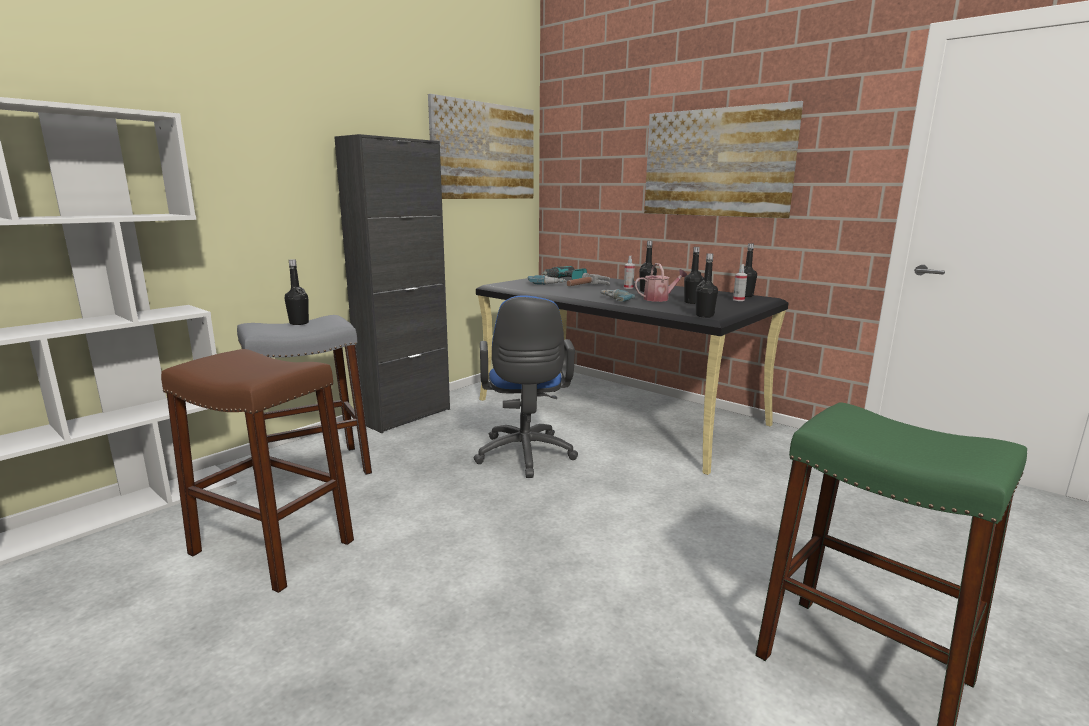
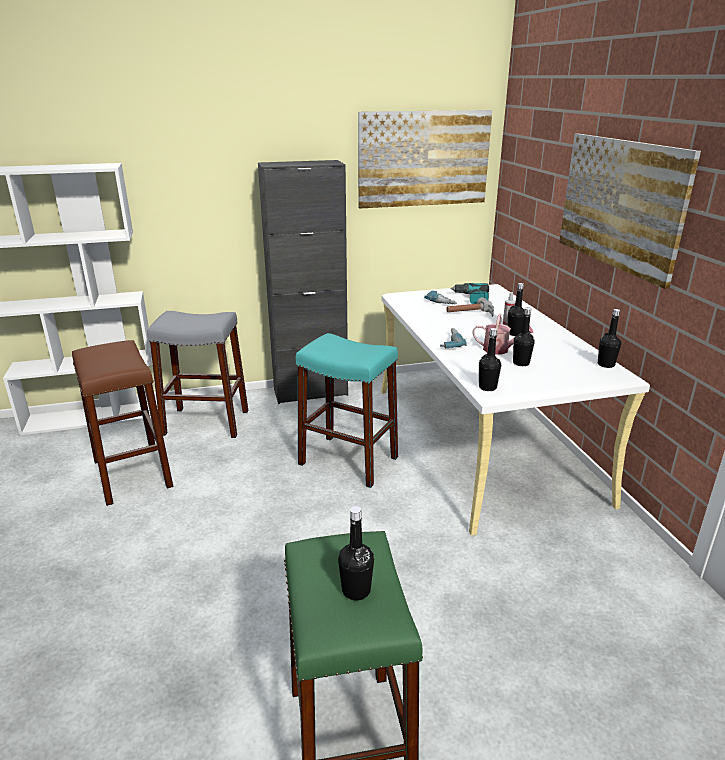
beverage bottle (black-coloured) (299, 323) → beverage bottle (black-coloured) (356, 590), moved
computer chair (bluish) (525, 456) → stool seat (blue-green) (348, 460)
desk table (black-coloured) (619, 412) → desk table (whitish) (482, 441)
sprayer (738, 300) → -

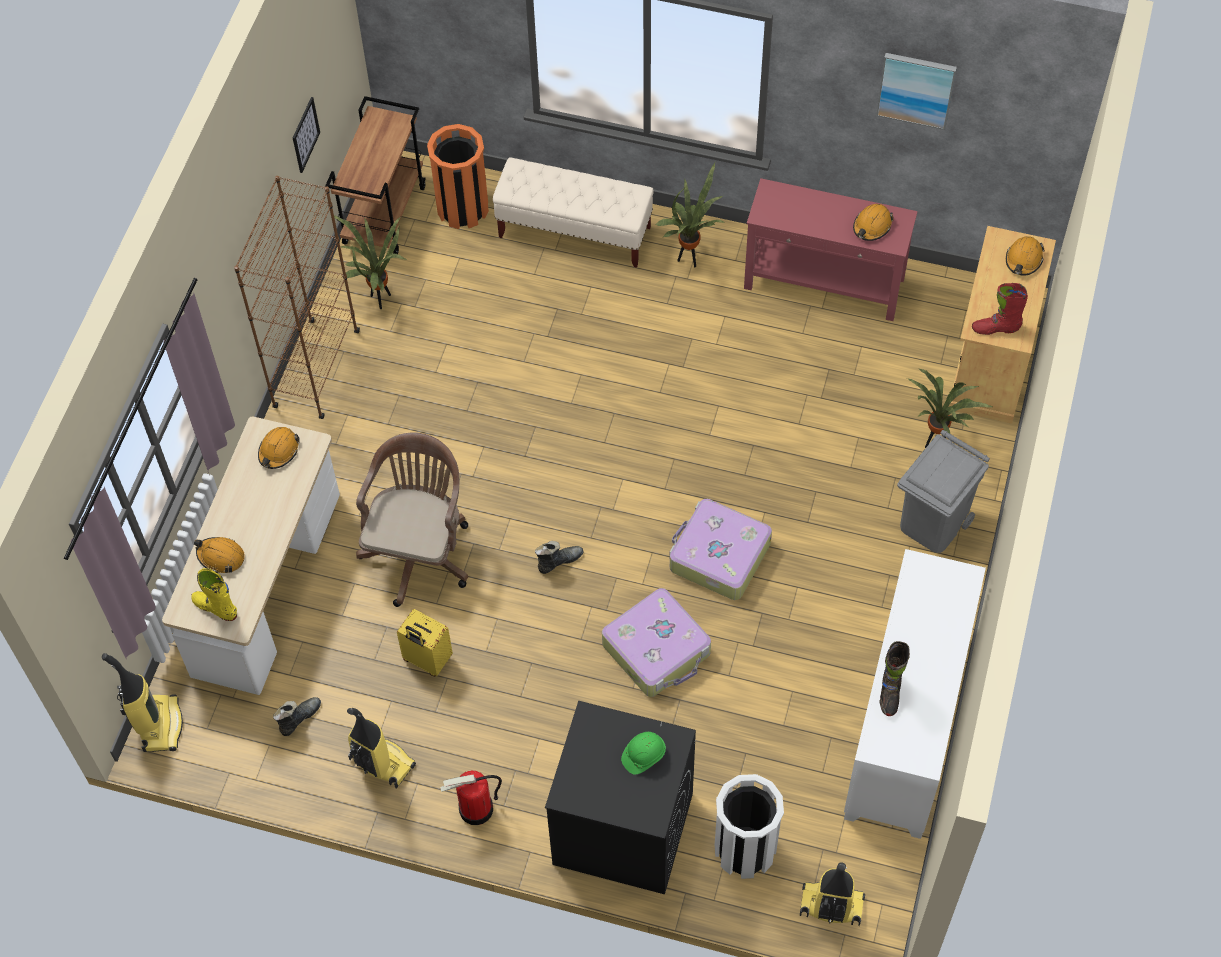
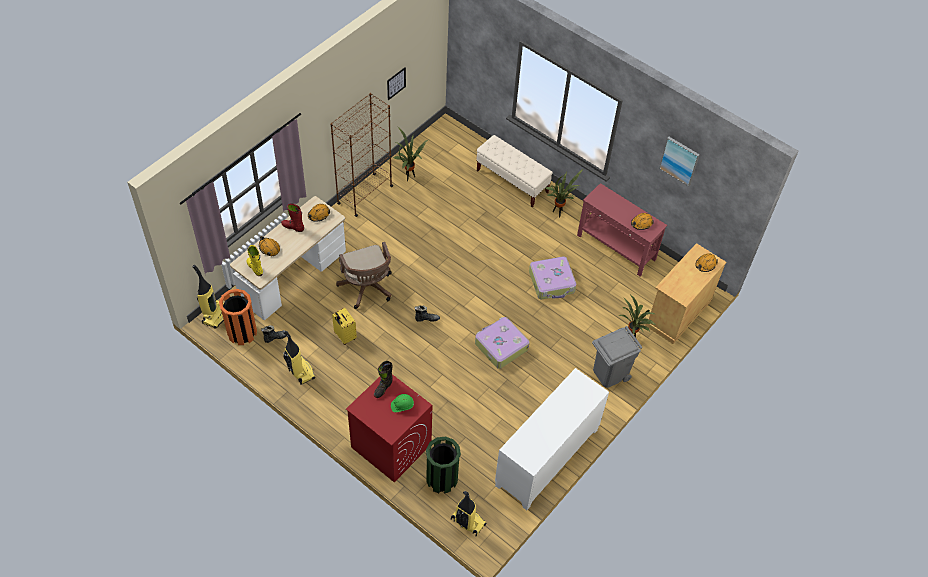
wheeled cart (brown) (384, 214) → -
computer chair (brown) (419, 550) → computer chair (brown) (367, 289), 120 degrees clockwise
waste bin (orange-coloured) (463, 208) → waste bin (orange-coloured) (242, 333), moved
extinguisher (476, 809) → -
washing machine (black-coloured) (621, 829) → washing machine (red-coloured) (390, 445)
travel case (657, 649) → travel case (552, 282), moved
waste bin (whitish) (745, 849) → waste bin (greenish) (441, 479)
high-top boot (black-coloured) (889, 693) → high-top boot (black-coloured) (383, 388), moved
high-top boot (red-coloured) (996, 328) → high-top boot (red-coloured) (293, 227), moved

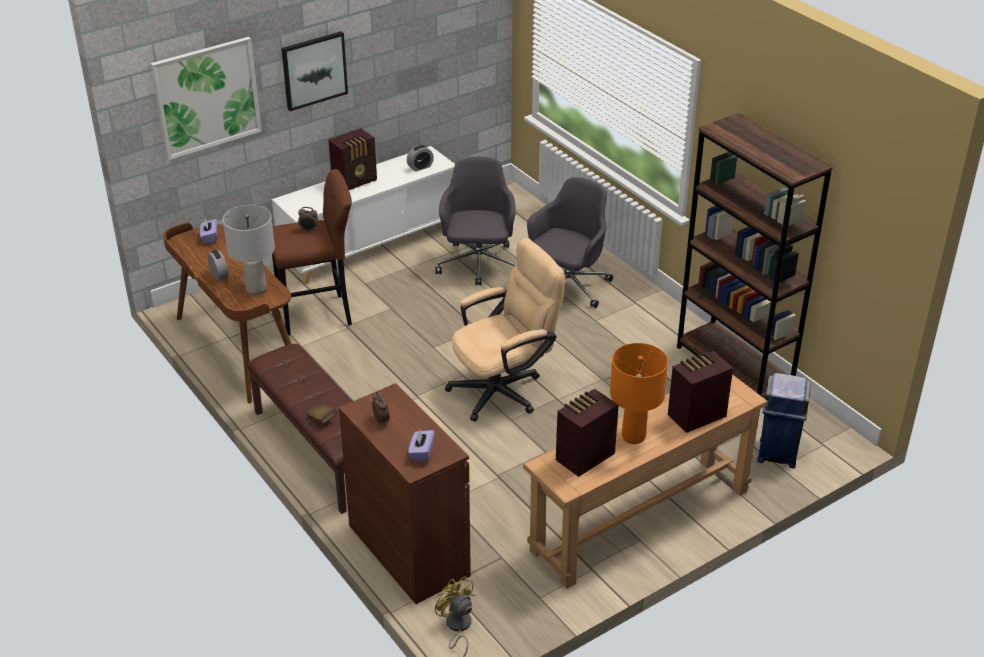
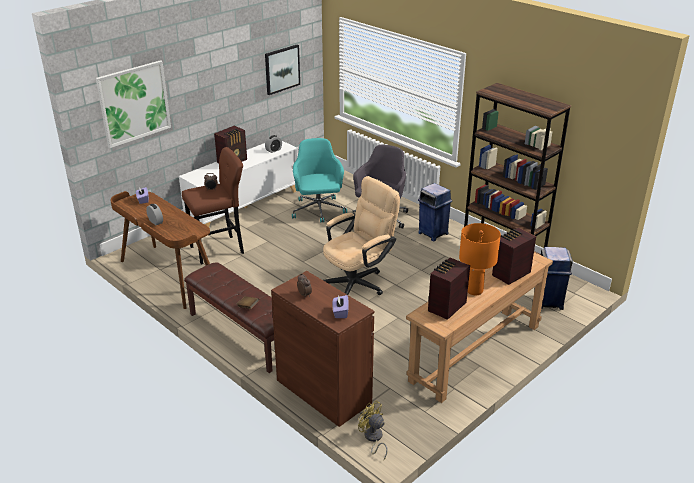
table lamp (greyish) (256, 289) → -
wall picture (314, 70) → wall picture (282, 69), moved
computer chair (greyish) (478, 265) → computer chair (blue-green) (318, 210)
- → waste bin (bluish) (432, 233)

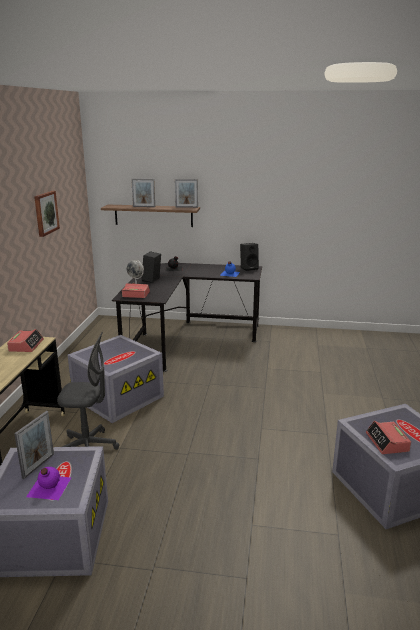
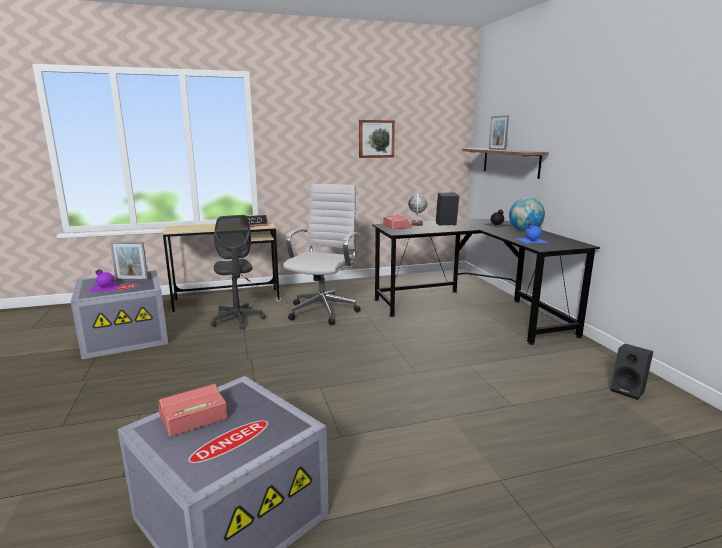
storage bin (greyish) (118, 396) → computer chair (whitish) (324, 310)
photo frame (186, 207) → -
audio speaker (black-coloured) (249, 268) → audio speaker (black-coloured) (628, 390), moved
- → desk globe (524, 231)

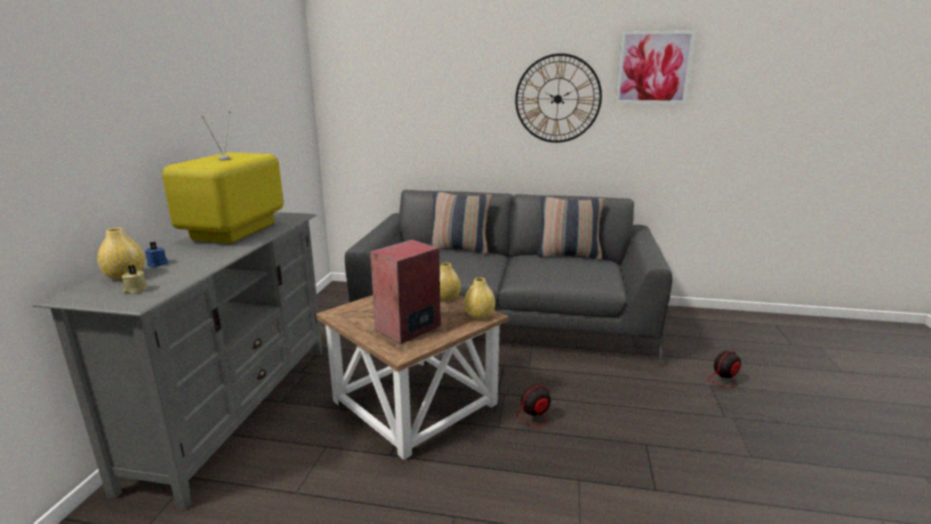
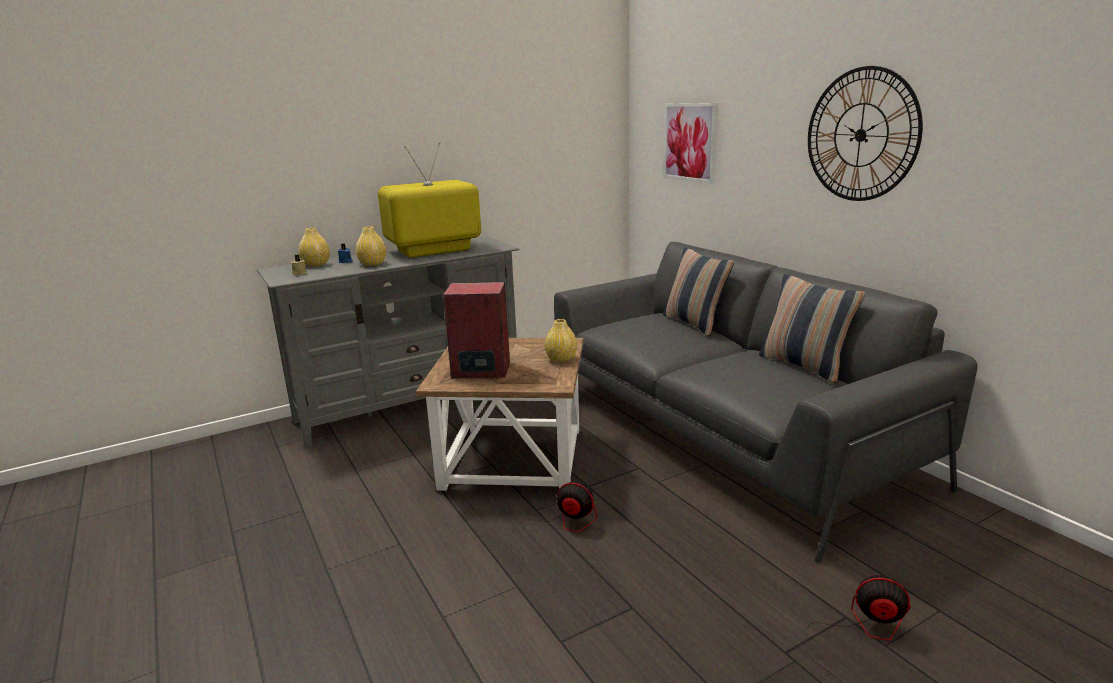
decorative vase (yellow-coloured) (479, 315) → decorative vase (yellow-coloured) (373, 264), moved
wall picture (653, 68) → wall picture (690, 142), moved

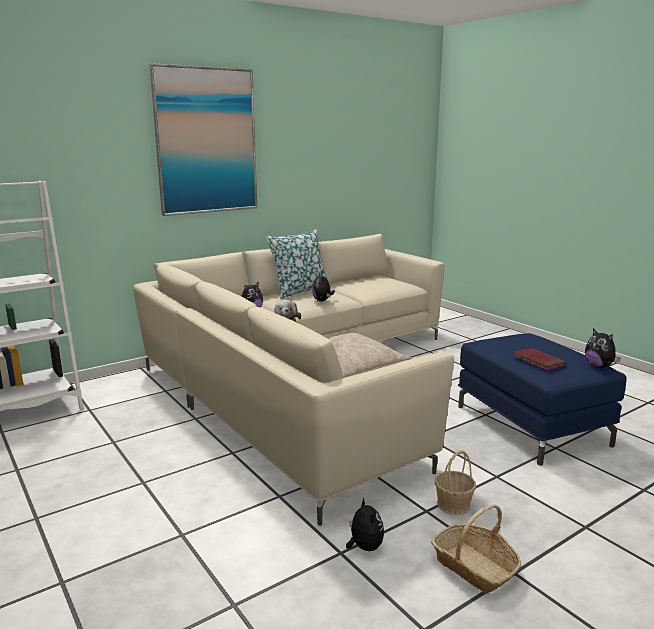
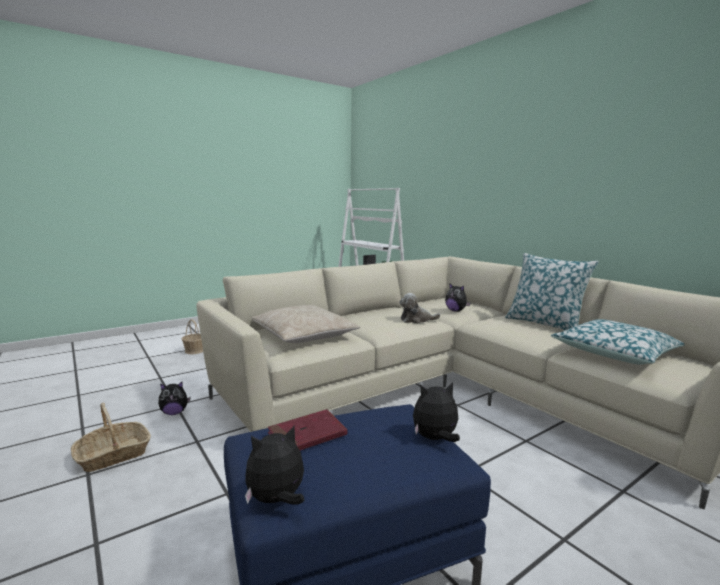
wall picture (206, 141) → -
soft toy (322, 301) → soft toy (435, 439), moved
household basket (453, 504) → household basket (194, 351), moved
- → cushion (615, 353)

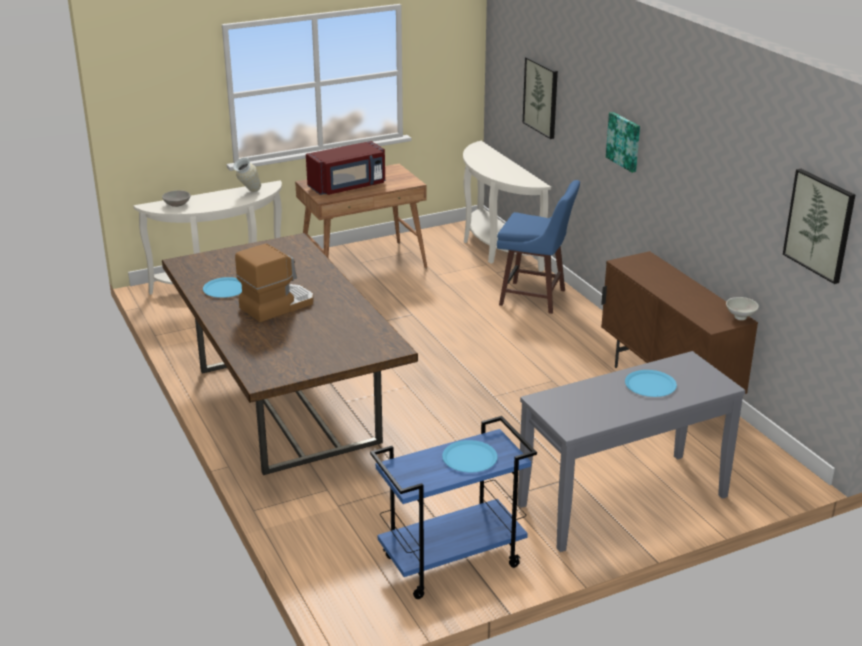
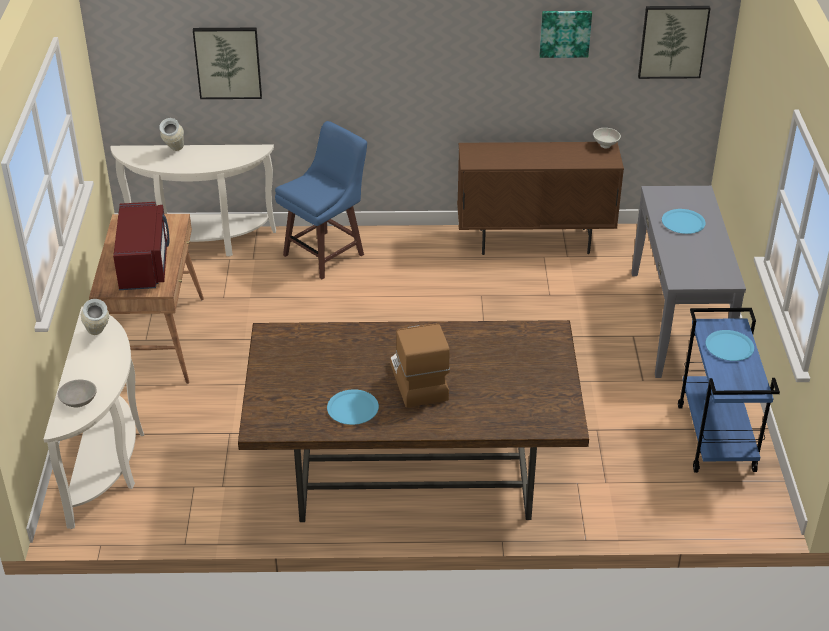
wall picture (624, 141) → wall picture (565, 33), moved
- → decorative vase (174, 154)

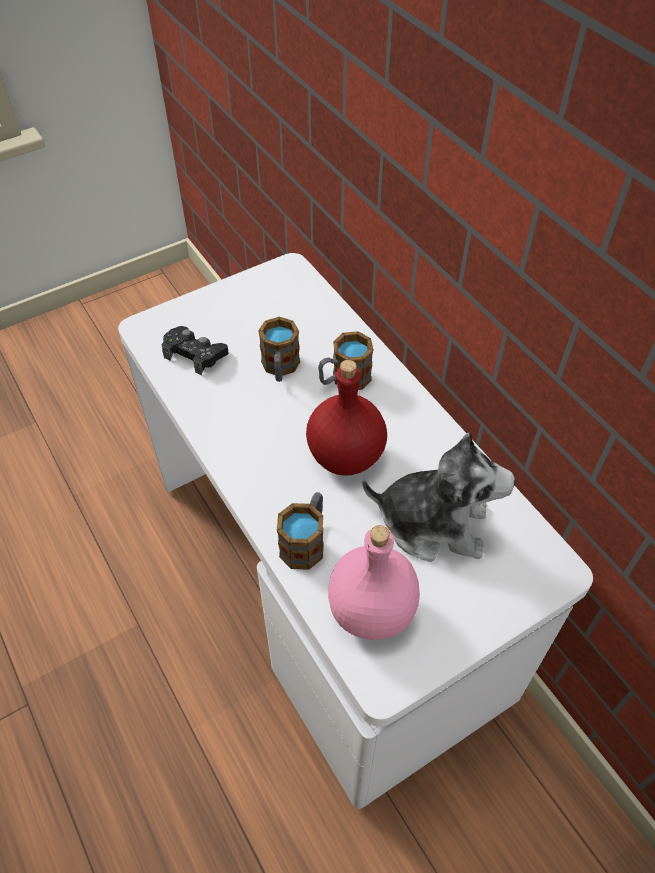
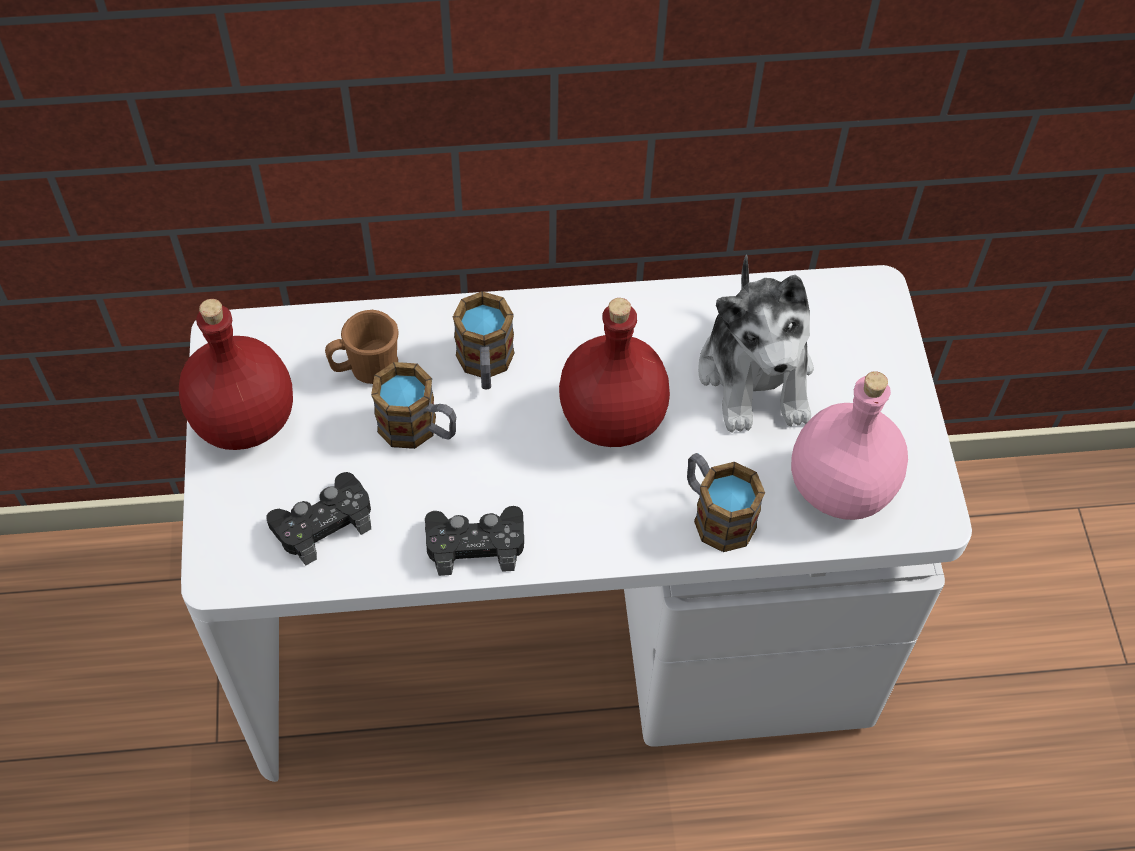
soft toy (433, 523) → soft toy (756, 375), 135 degrees clockwise
- → beverage bottle (red-coloured) (244, 419)
- → tea mug (brown) (366, 369)
- → game controller (black-coloured) (475, 544)

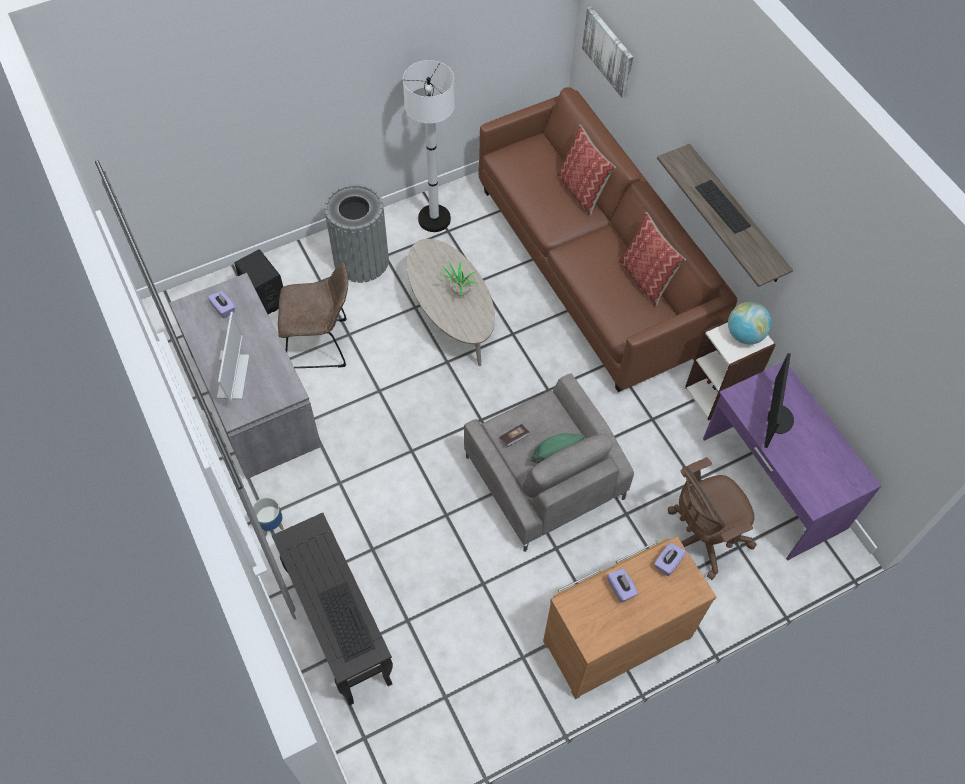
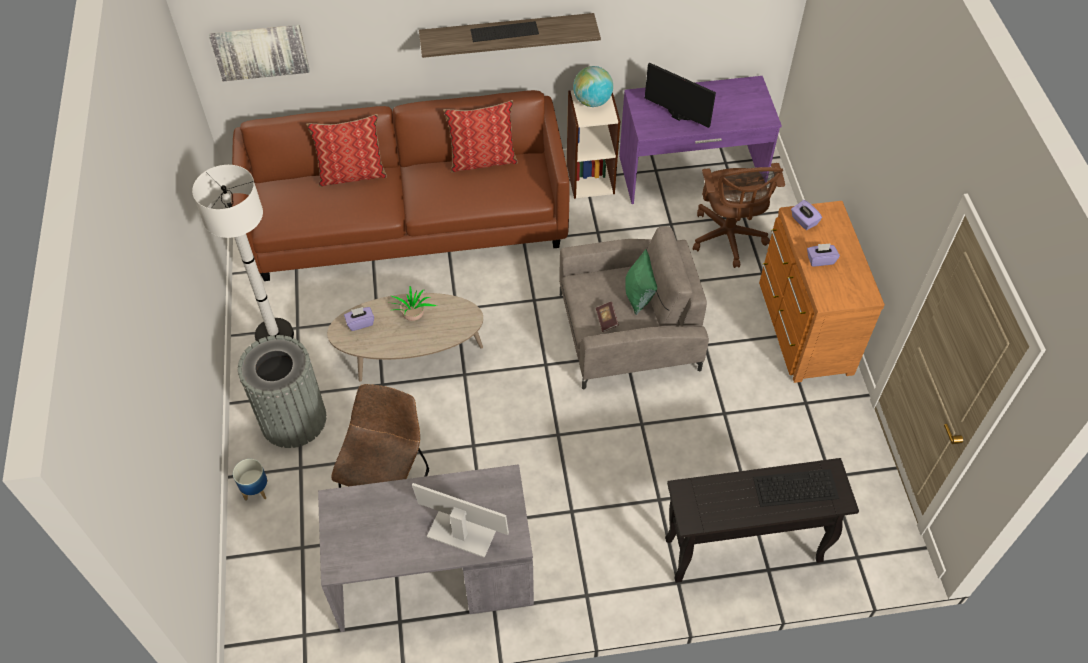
tissue holder (purple) (223, 309) → tissue holder (purple) (360, 323), moved
audio speaker (black-coloured) (264, 297) → -
planter (271, 524) → planter (255, 490), moved

